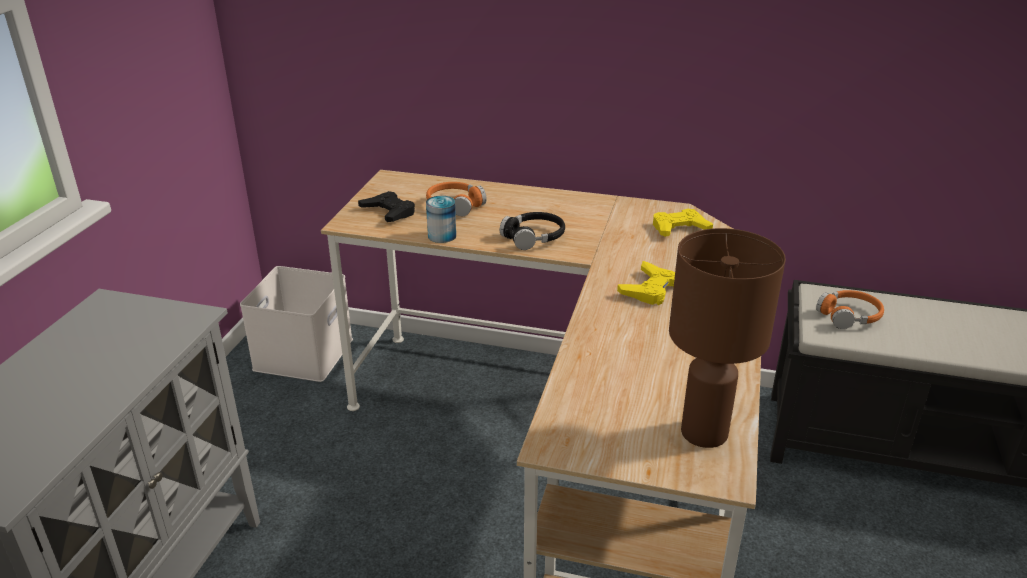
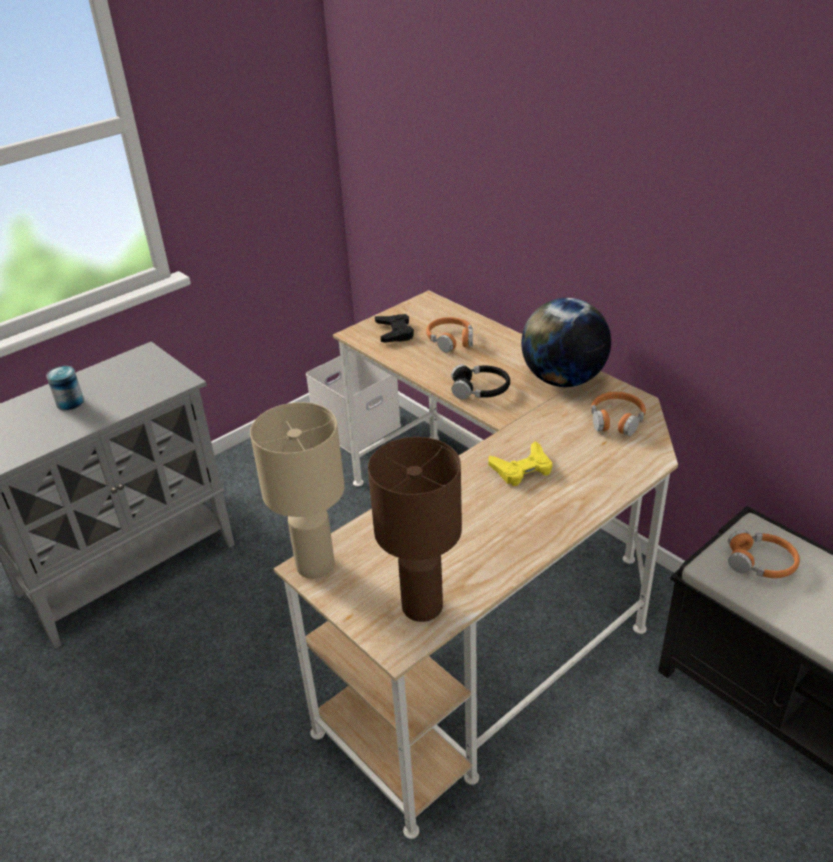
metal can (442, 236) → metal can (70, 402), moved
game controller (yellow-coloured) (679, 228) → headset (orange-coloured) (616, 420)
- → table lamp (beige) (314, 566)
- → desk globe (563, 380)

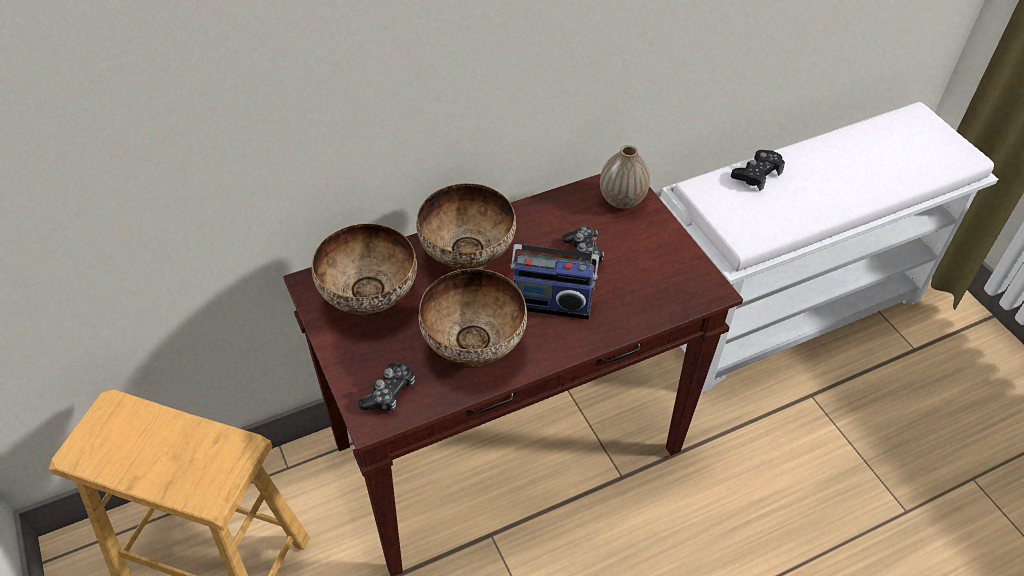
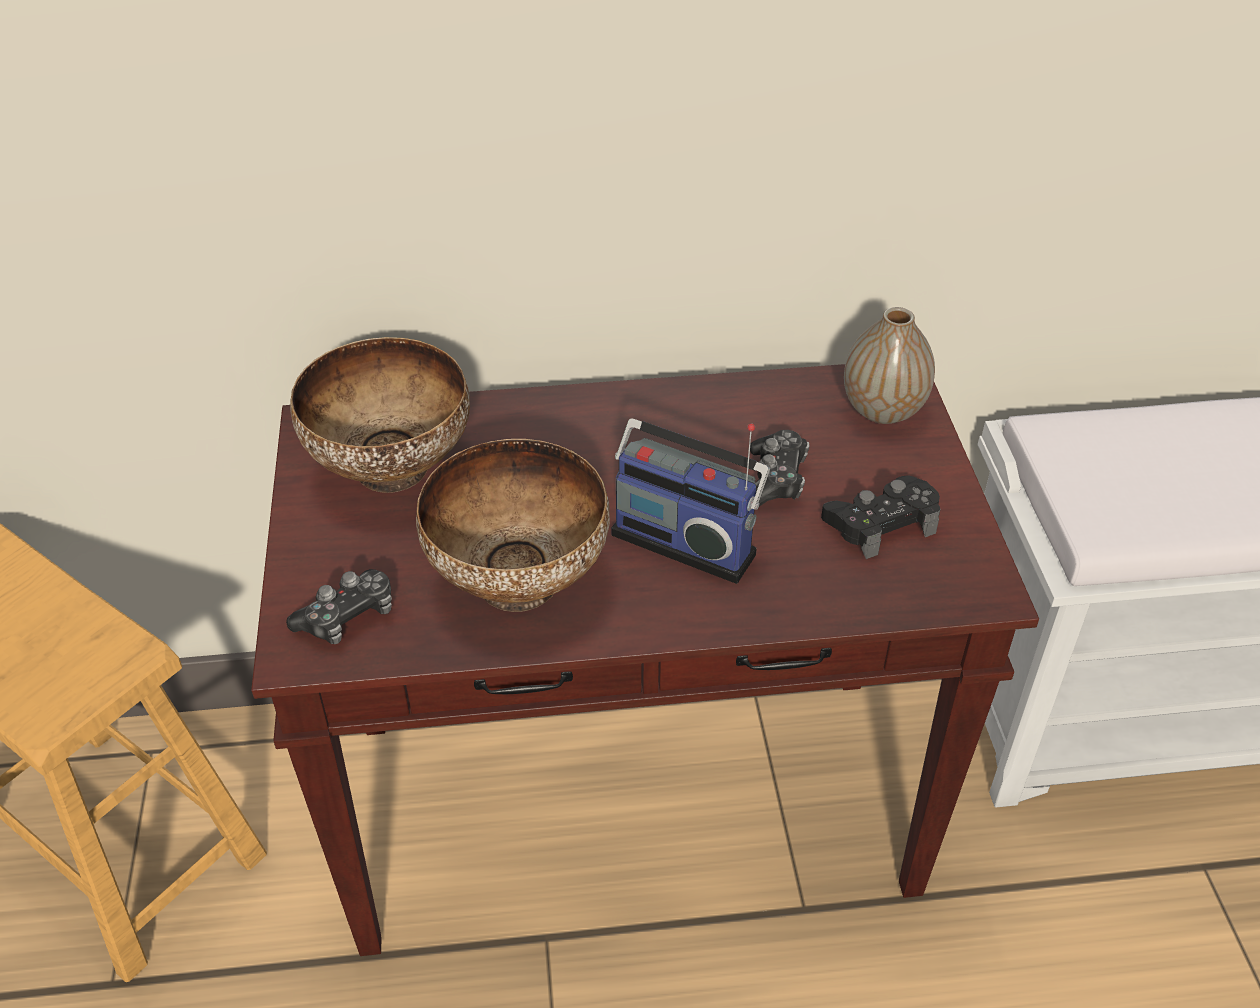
serving bowl (467, 257) → -
game controller (black-coloured) (757, 174) → game controller (black-coloured) (881, 523), moved

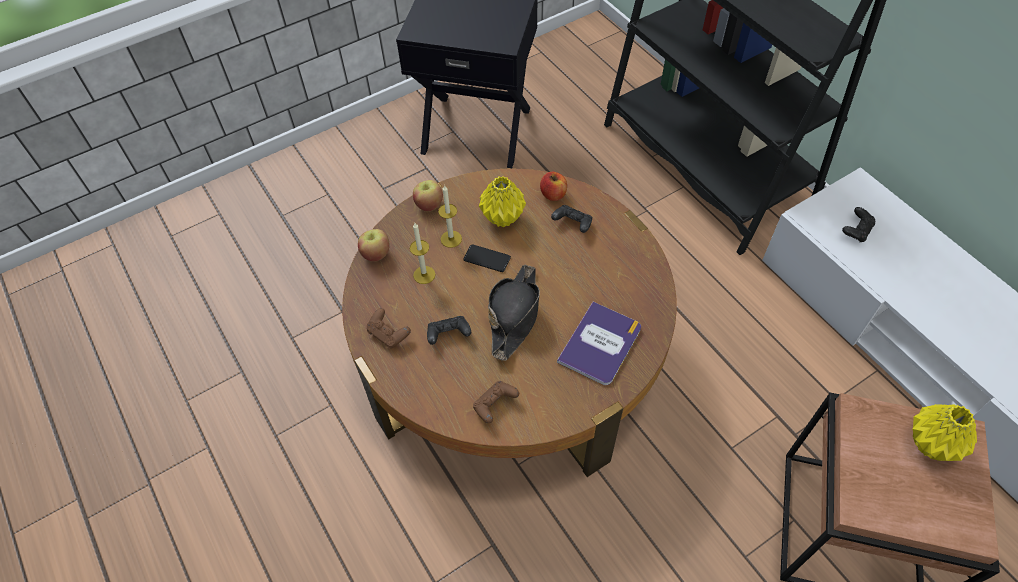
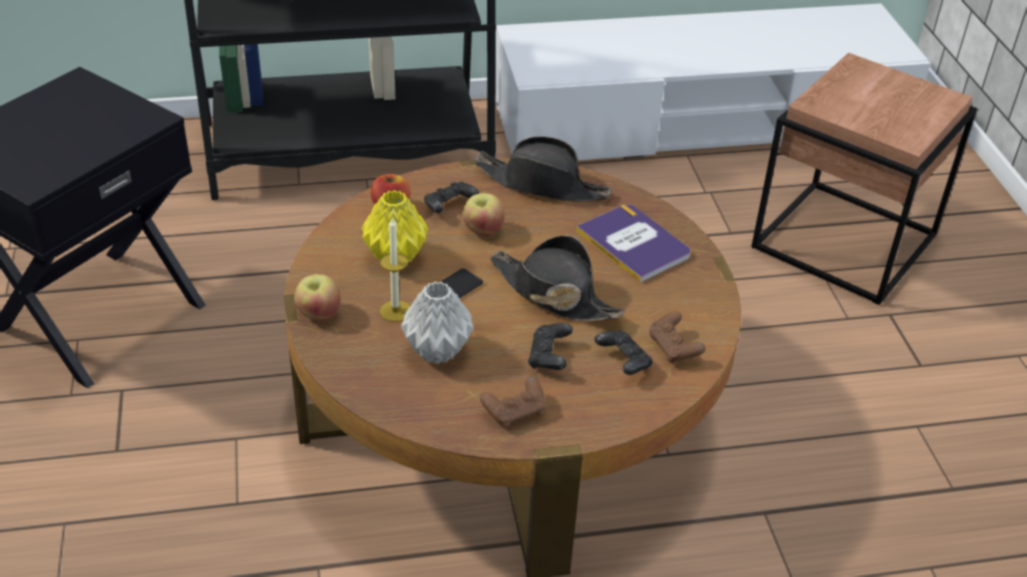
apple (376, 254) → apple (483, 230), moved
candle (424, 275) → decorative vase (greyish) (438, 352)
game controller (black-coloured) (856, 231) → game controller (black-coloured) (623, 362), moved
decorative vase (yellow-coloured) (931, 444) → -
- → clothing hat (black-coloured) (542, 184)

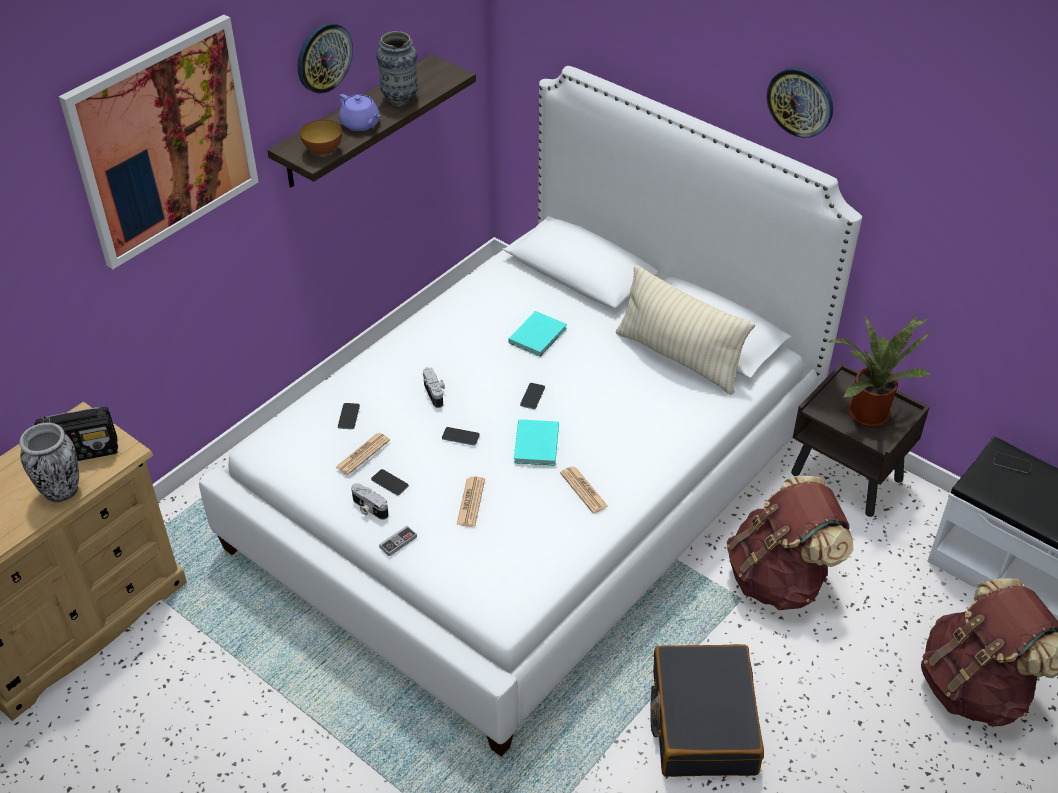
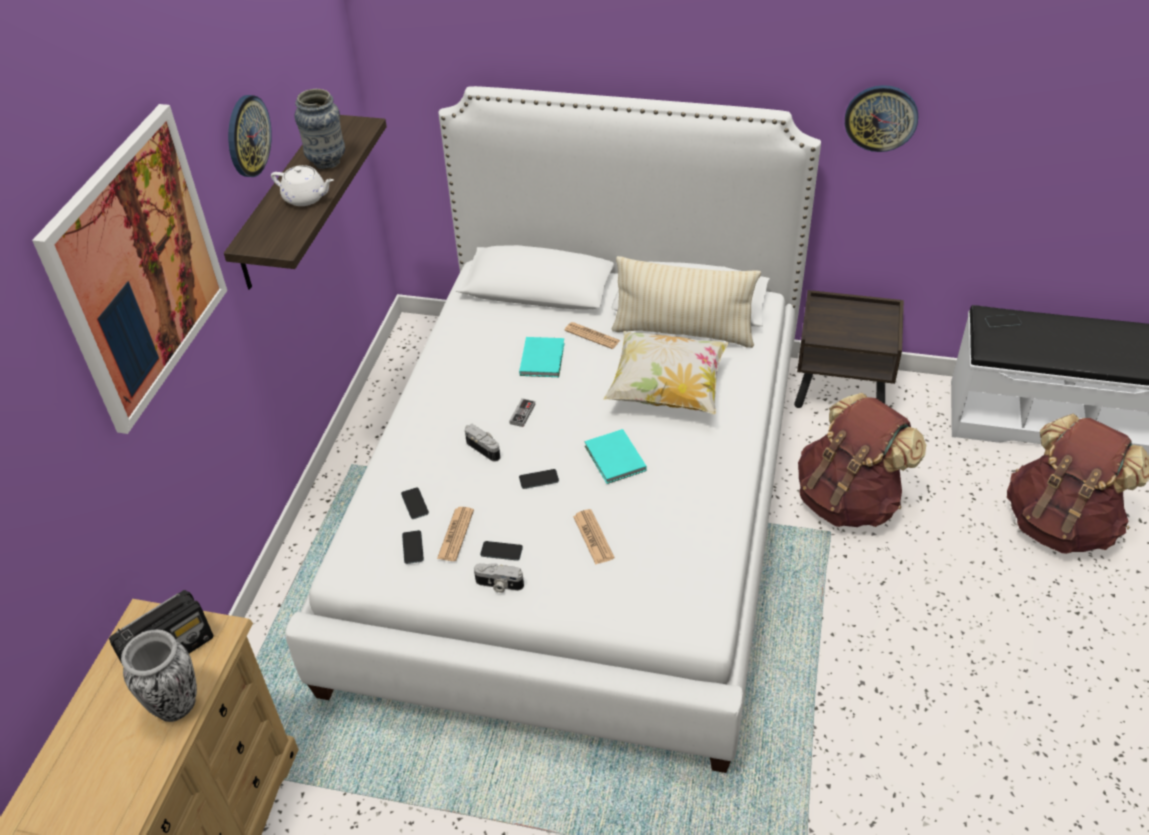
serving bowl (323, 151) → -
teapot (purple) (361, 124) → teapot (whitish) (306, 198)
game controller (398, 542) → game controller (522, 414), moved
phone (532, 396) → phone (413, 547), moved
printed paper (584, 490) → printed paper (592, 336), moved
travel case (black-coloured) (702, 721) → -
clock on the wall (800, 101) → clock on the wall (881, 117), moved
plant in a pot (867, 411) → -
- → cushion (667, 390)

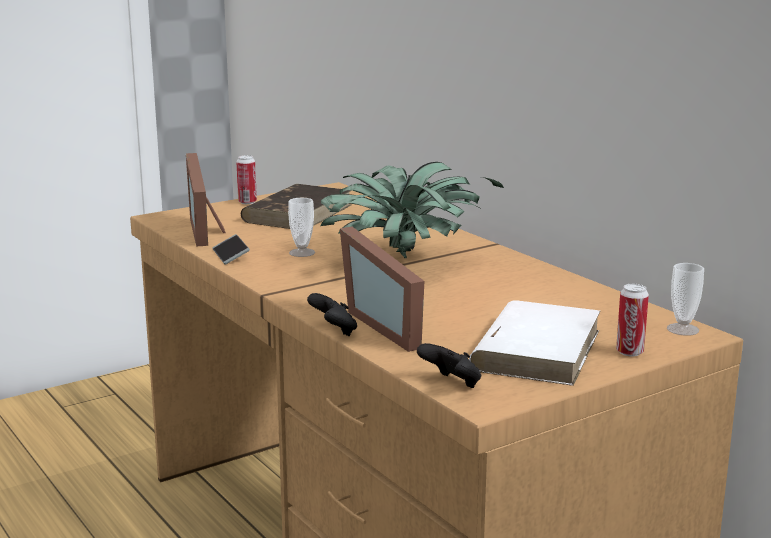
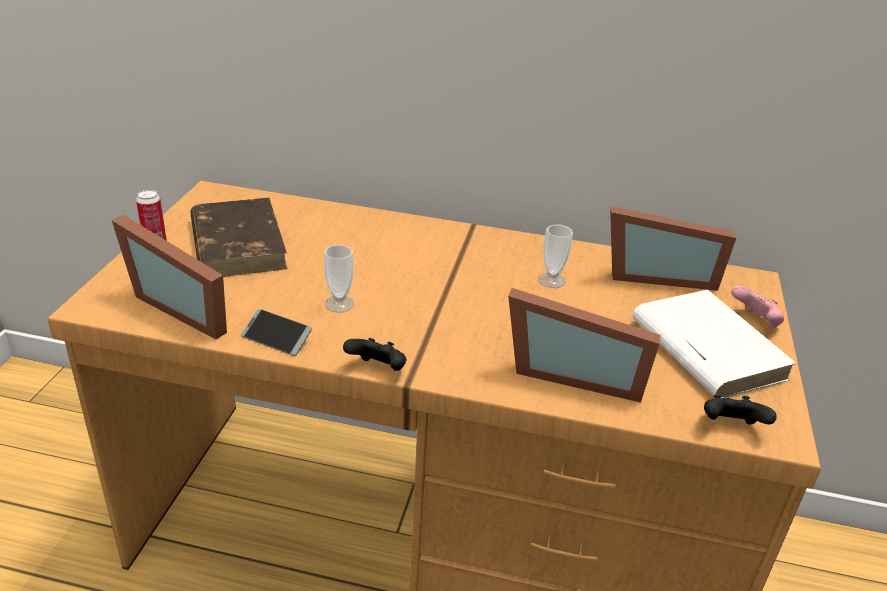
game controller (black-coloured) (334, 331) → game controller (black-coloured) (378, 370), moved
plant in a pot (402, 262) → -
metal can (629, 352) → game controller (pink) (755, 321)
small cup (682, 329) → small cup (551, 280), moved
- → photo frame (657, 275)

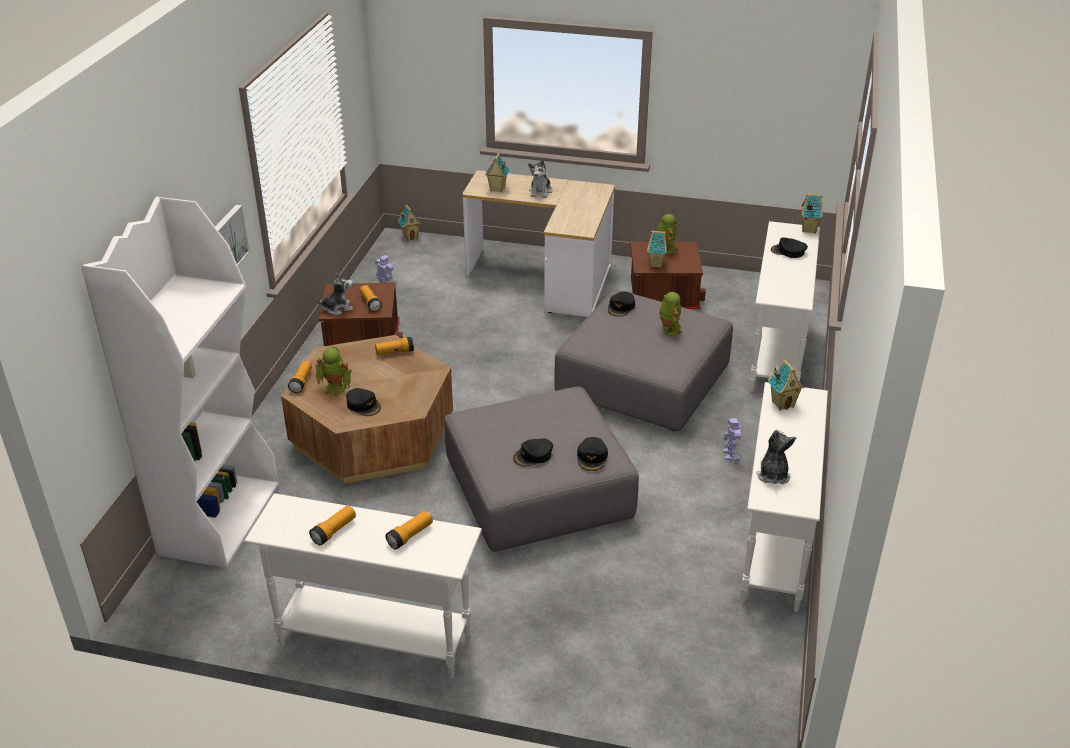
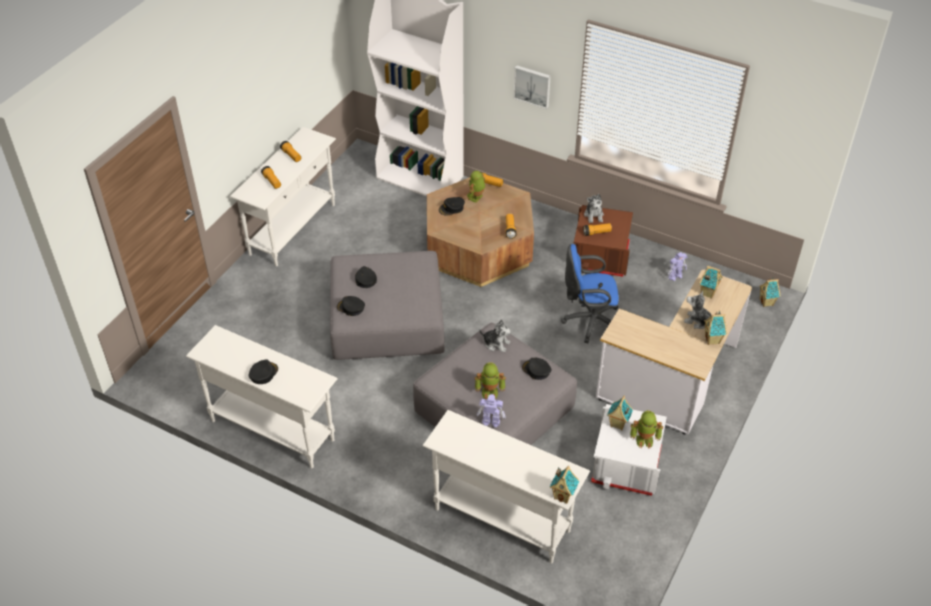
storage bin (brown) (663, 294) → storage bin (whitish) (627, 463)
robot figure (731, 455) → robot figure (490, 421), moved
soft toy (773, 475) → soft toy (496, 343), moved
miniature house (782, 404) → miniature house (712, 340), moved
peaked cap (black-coloured) (788, 251) → peaked cap (black-coloured) (263, 373), moved
- → computer chair (bluish) (589, 322)

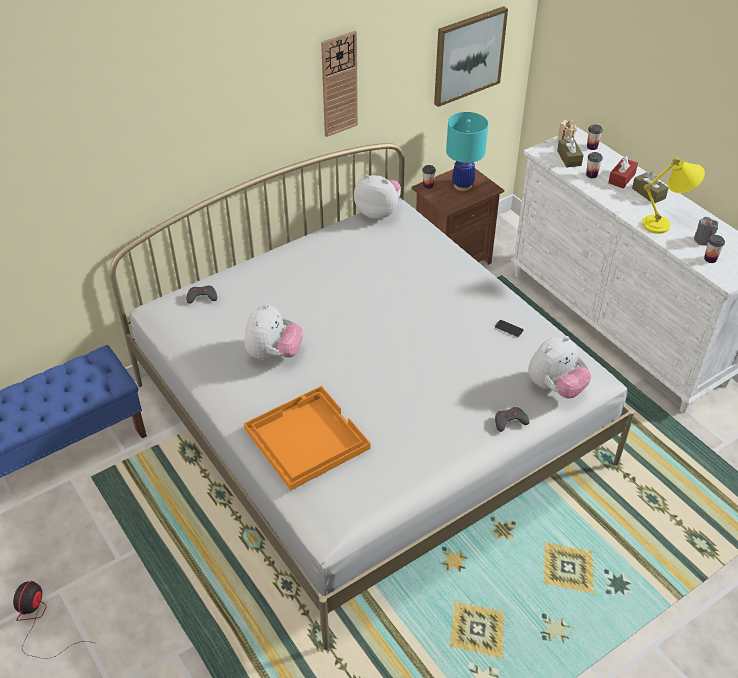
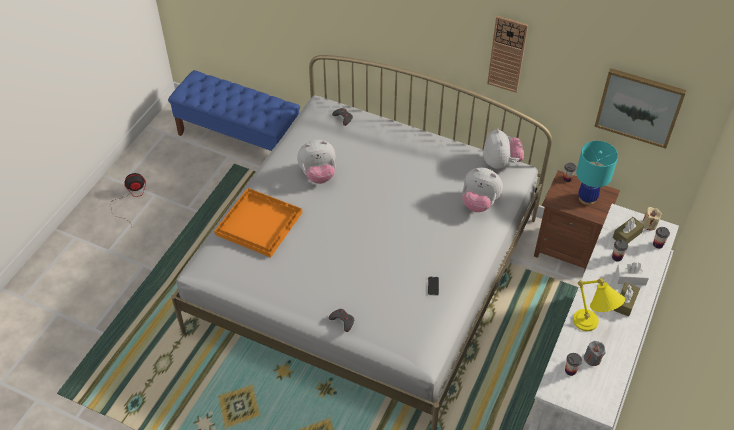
soft toy (555, 387) → soft toy (479, 203), moved
tissue holder (red-coloured) (621, 178) → tissue holder (whitish) (630, 278)

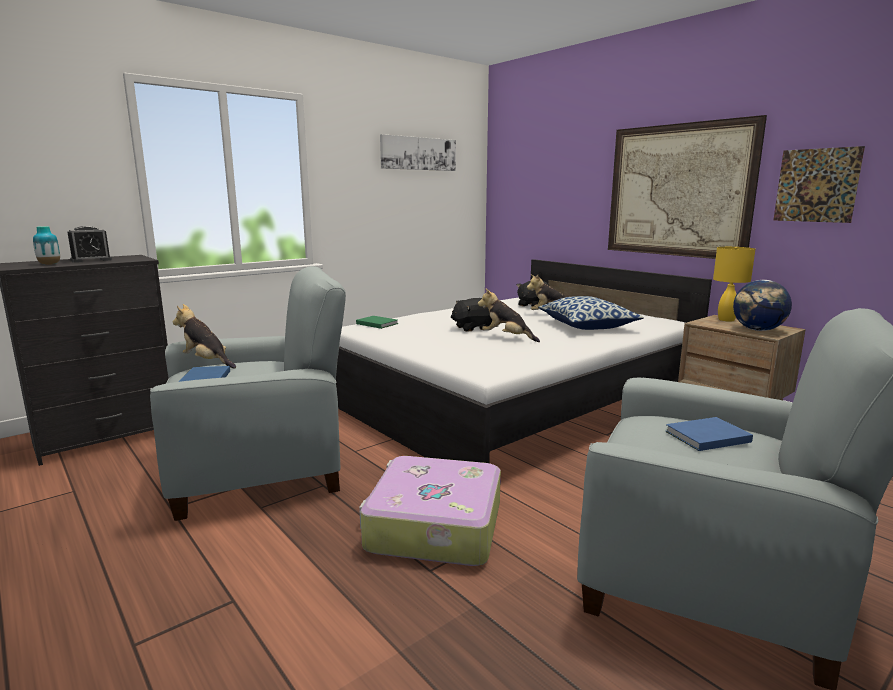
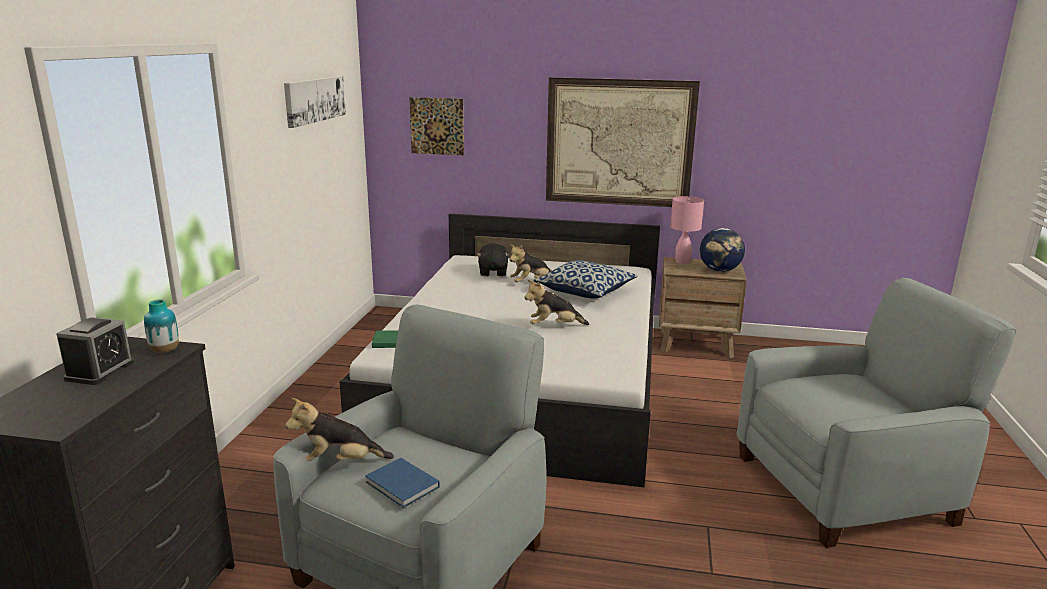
decorative vase (49, 264) → decorative vase (165, 351), moved
travel case (433, 526) → -
soft toy (black-coloured) (472, 328) → -
book (bluish) (705, 436) → -
table lamp (yellow-coloured) (726, 320) → table lamp (pink) (682, 262)
wall picture (816, 185) → wall picture (437, 126), moved

